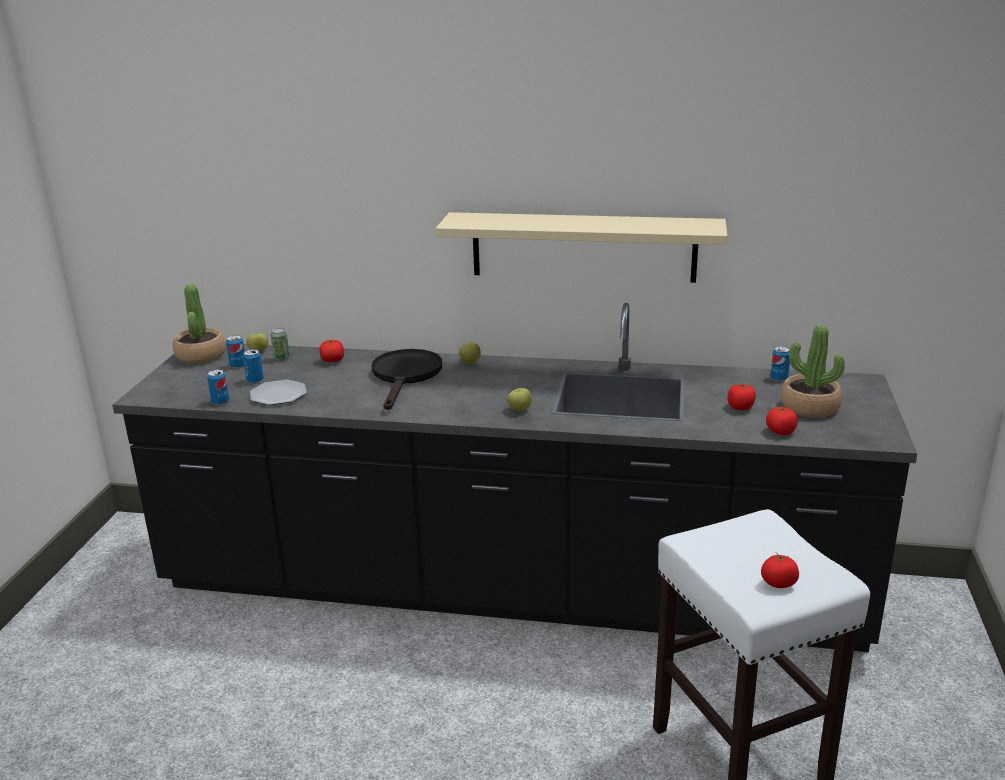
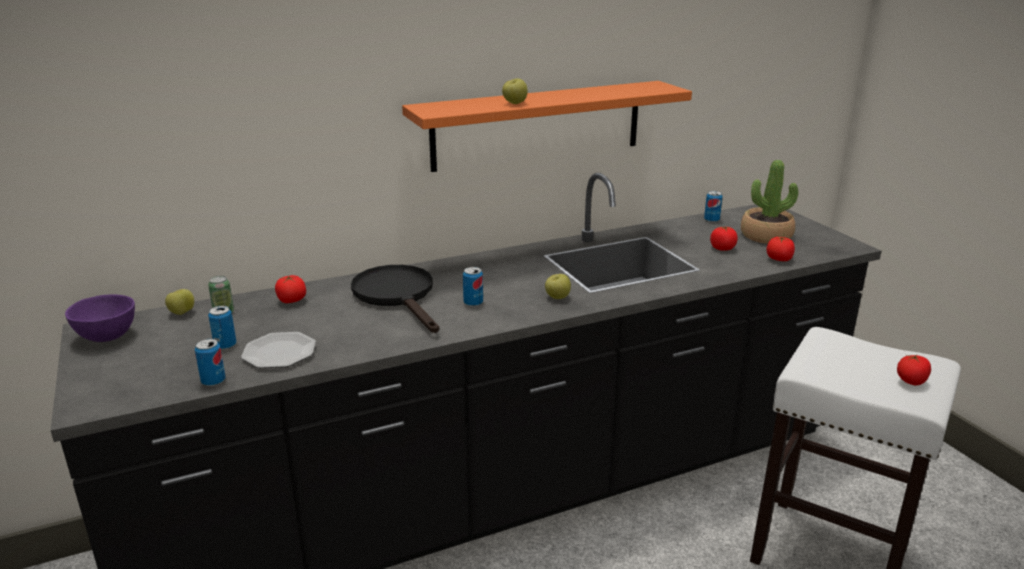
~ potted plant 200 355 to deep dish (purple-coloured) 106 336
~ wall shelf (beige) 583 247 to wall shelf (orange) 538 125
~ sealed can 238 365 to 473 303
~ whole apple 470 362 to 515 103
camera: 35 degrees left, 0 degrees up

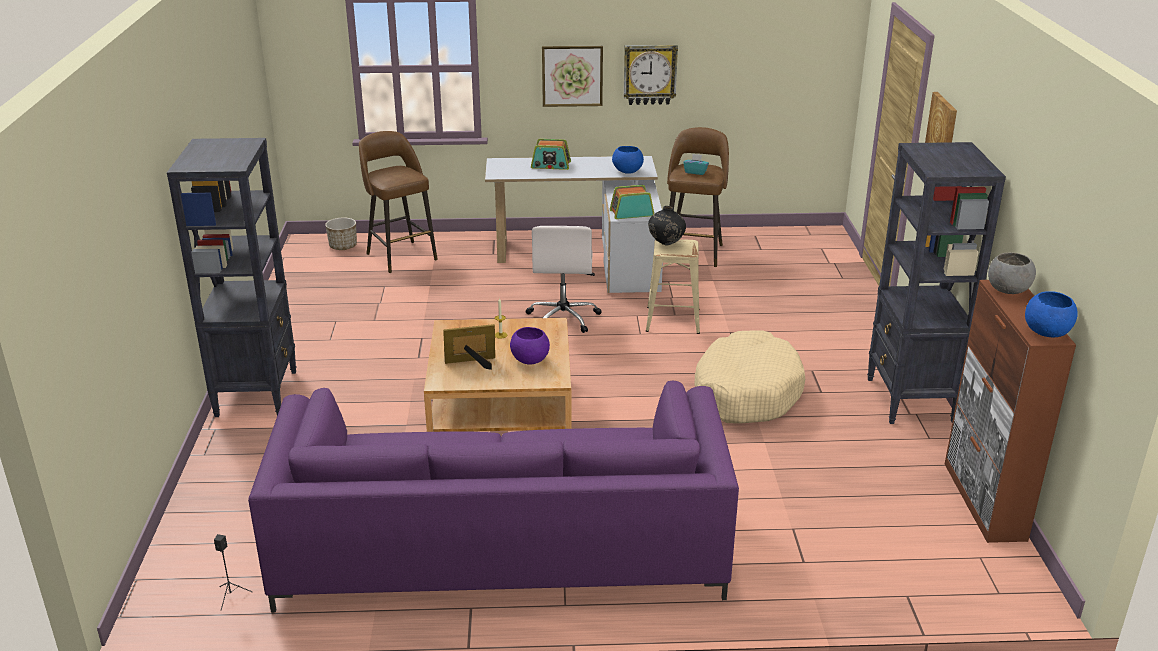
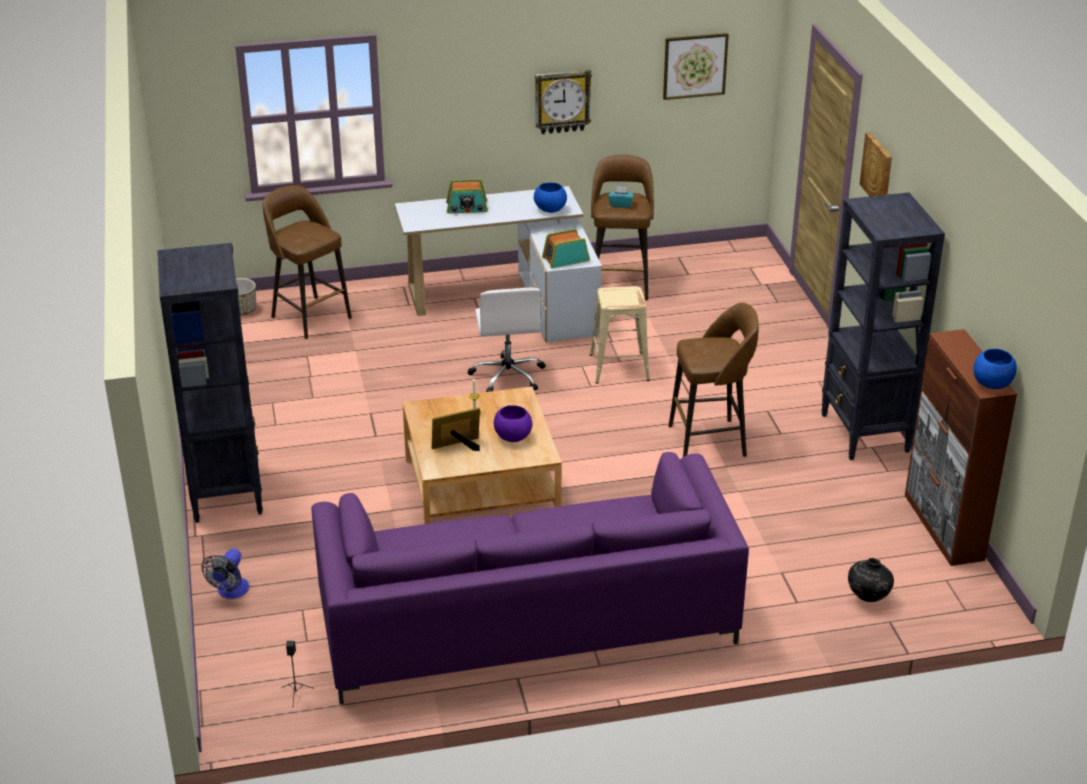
+ fan 230 592
~ picture 572 75 to 695 65
~ dog cushion (beige) 746 392 to sitting stool (brownish) 710 441
~ flower vase (black-coloured) 666 244 to 867 598
- deep dish (greyish) 1008 291
camera: 10 degrees left, 5 degrees up

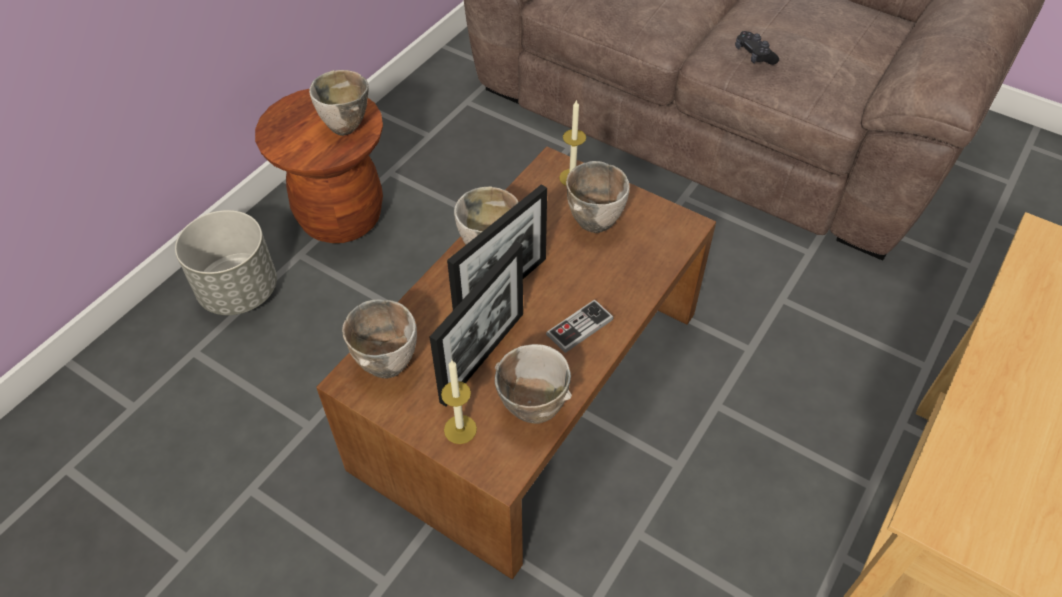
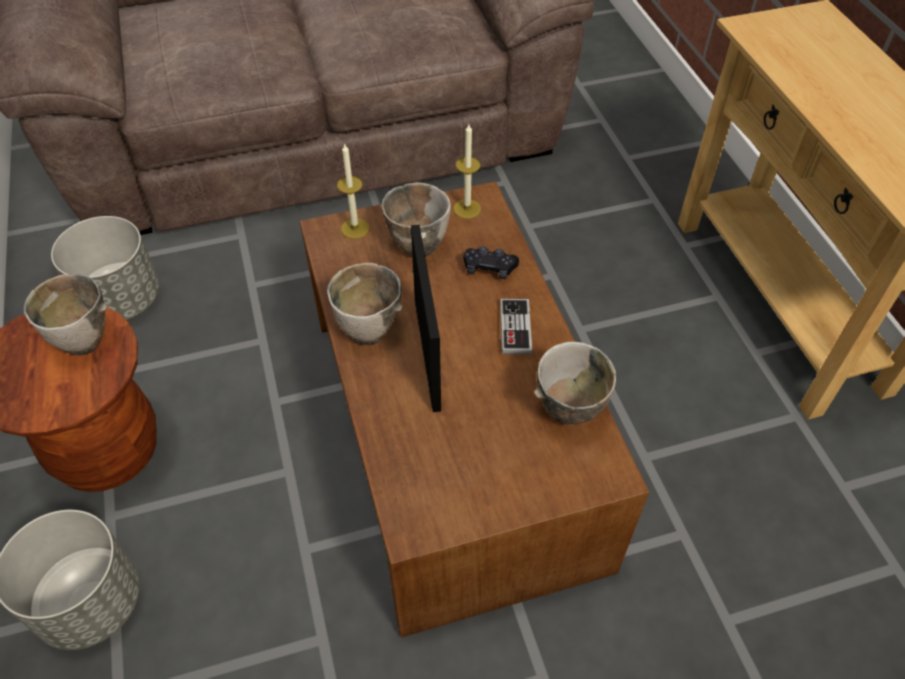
+ plant pot (greyish) 122 299
~ wax candle 460 429 to 467 209
~ gamepad (black-coloured) 754 55 to 489 268
- deep dish 389 362
- picture frame 482 357
camera: 50 degrees left, 0 degrees up

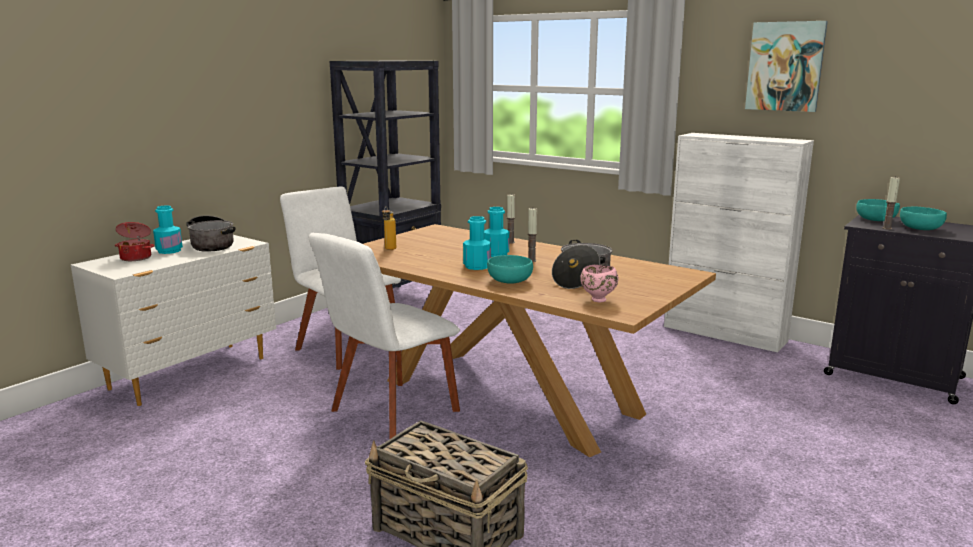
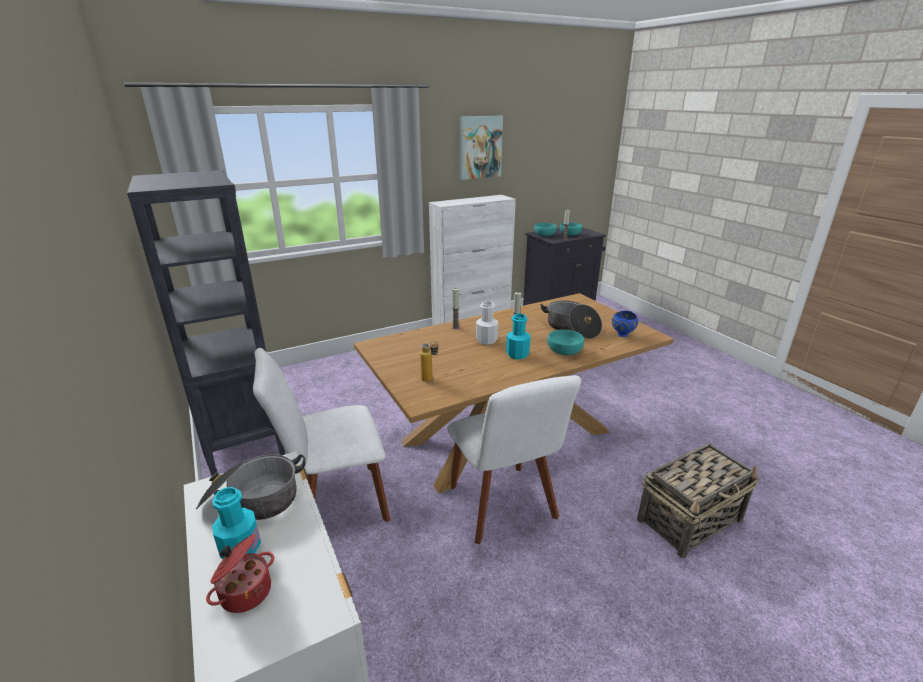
~ beverage bottle (turquoise) 496 254 to beverage bottle (white-coloured) 486 340
~ deep dish (pink) 597 300 to deep dish (blue-coloured) 622 335
camera: 65 degrees left, 10 degrees up

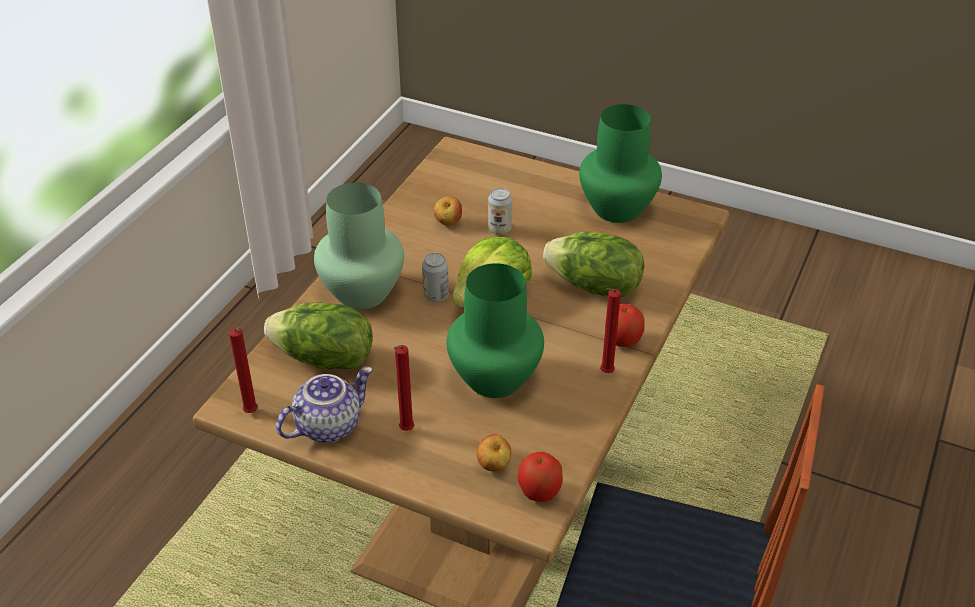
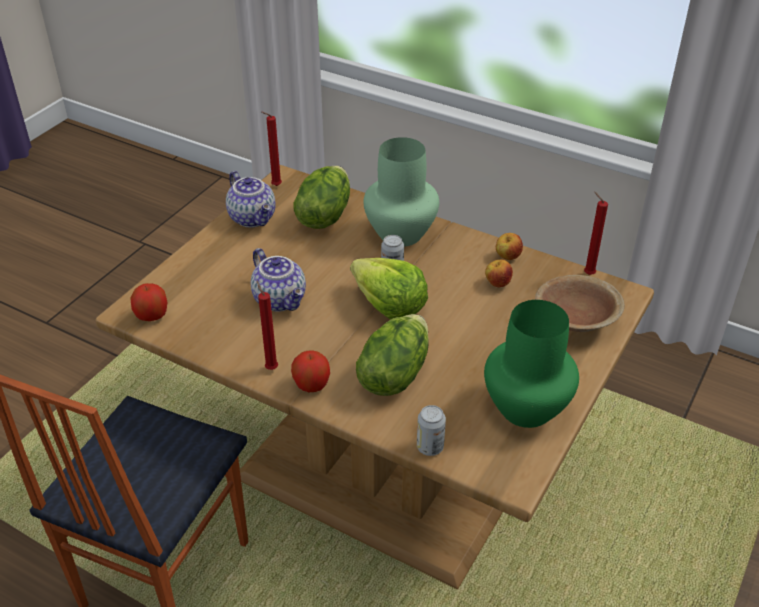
~ flower vase (green-coloured) 493 378 to tea pot 281 300
~ sealed can 499 229 to 430 447
~ whole apple 494 466 to 507 257
+ deep dish (brownish) 575 320
~ wax candle (red) 405 431 to 587 273
camera: 95 degrees right, 0 degrees up

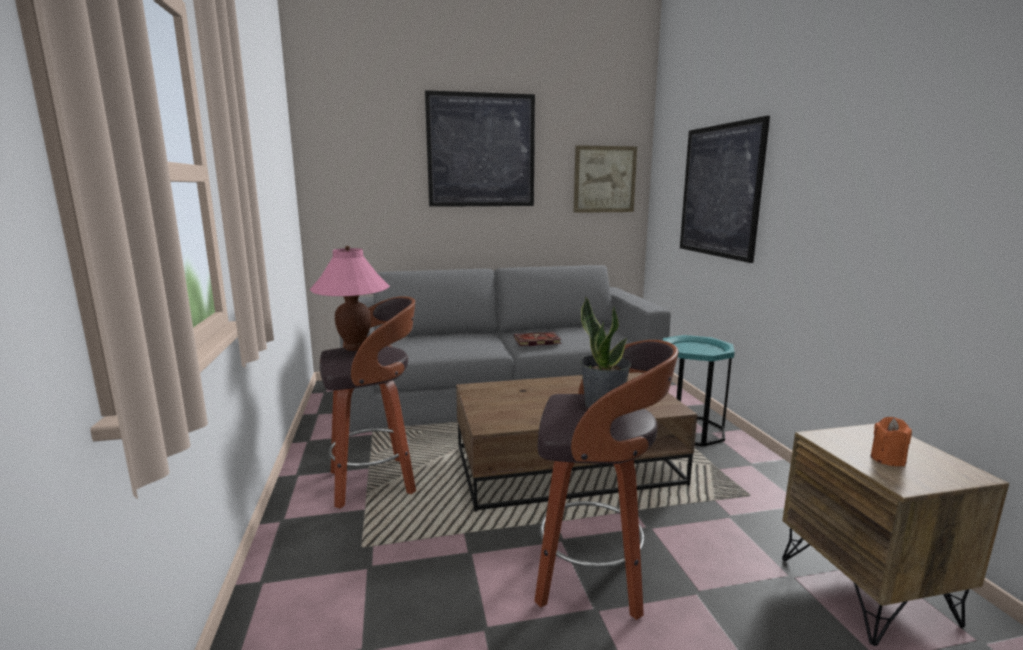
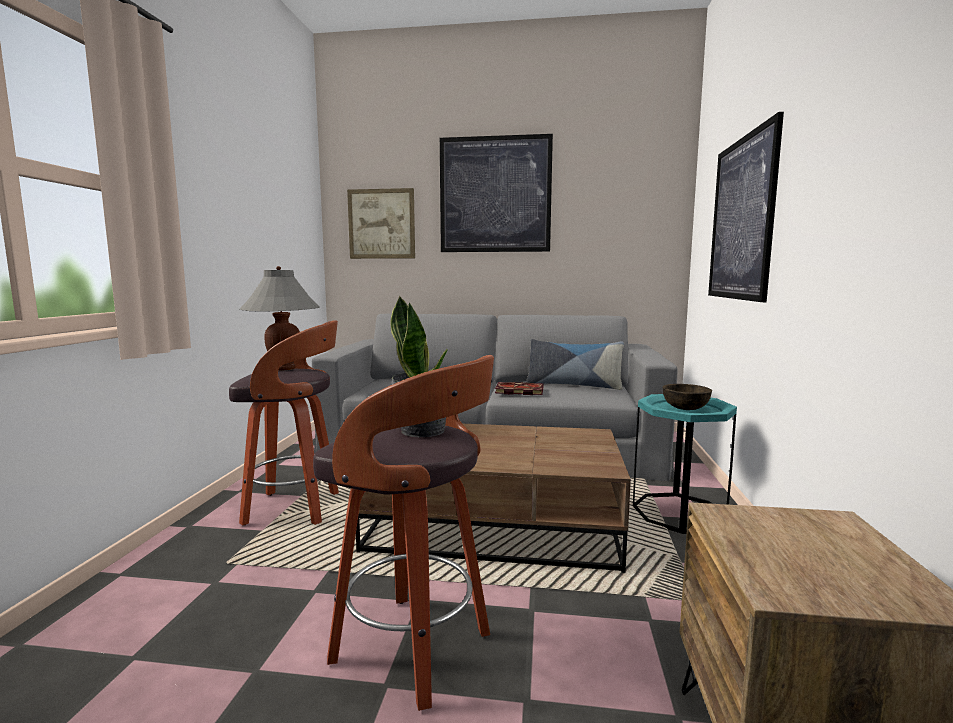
~ table lamp (pink) 355 348 to table lamp (greyish) 285 368
~ picture 604 179 to 381 224
+ pillow 573 385
+ deep dish (brownish) 685 409
- wax candle (orange) 887 459
camera: 20 degrees right, 5 degrees down

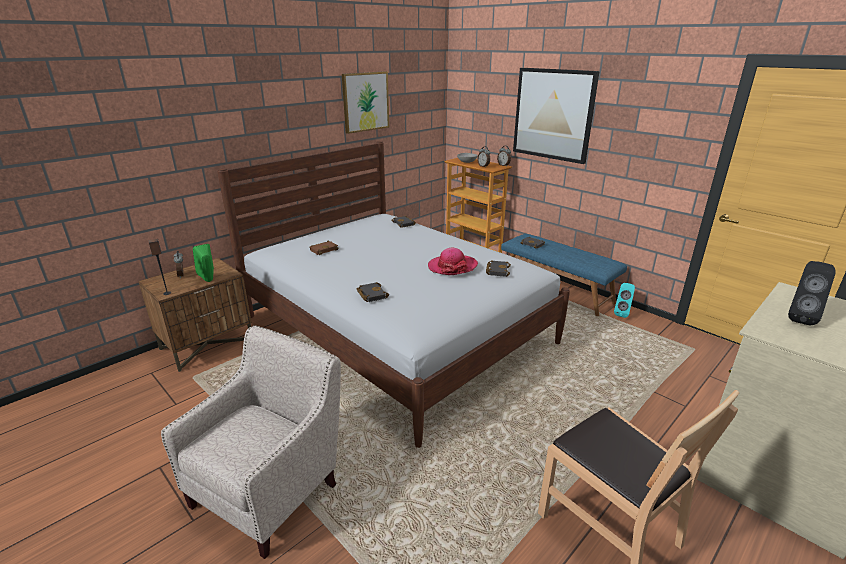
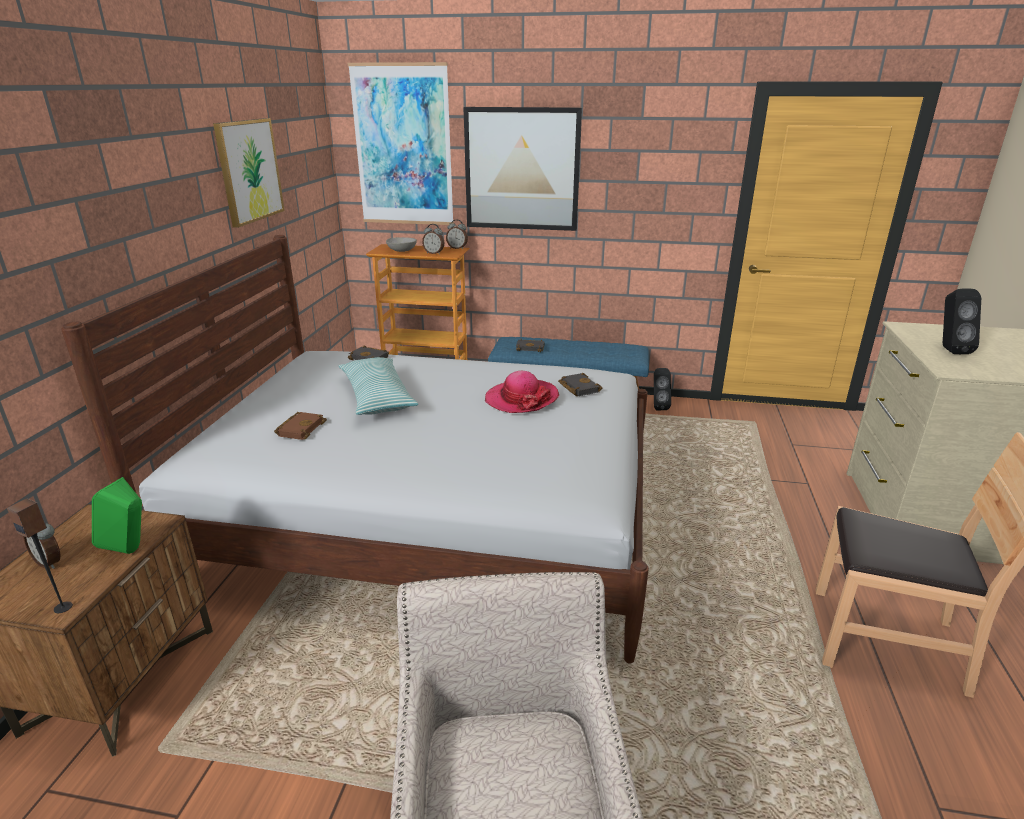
+ pillow 377 396
+ picture 403 146
~ audio speaker (turquoise) 622 313 to audio speaker (black-coloured) 658 406
- book (black-coloured) 371 294
camera: 35 degrees left, 0 degrees up

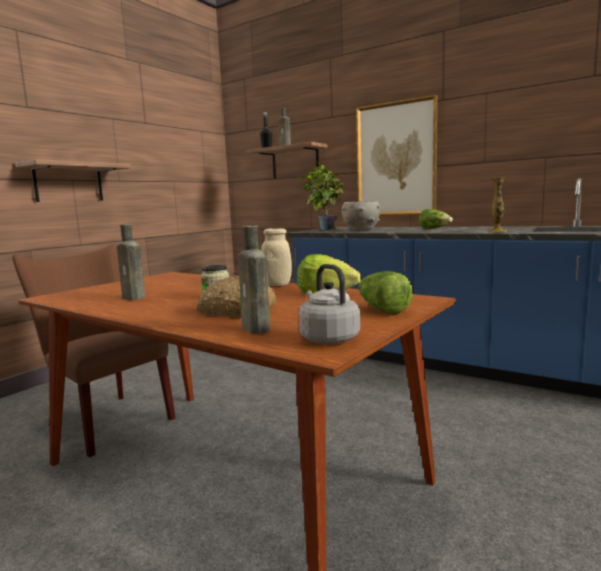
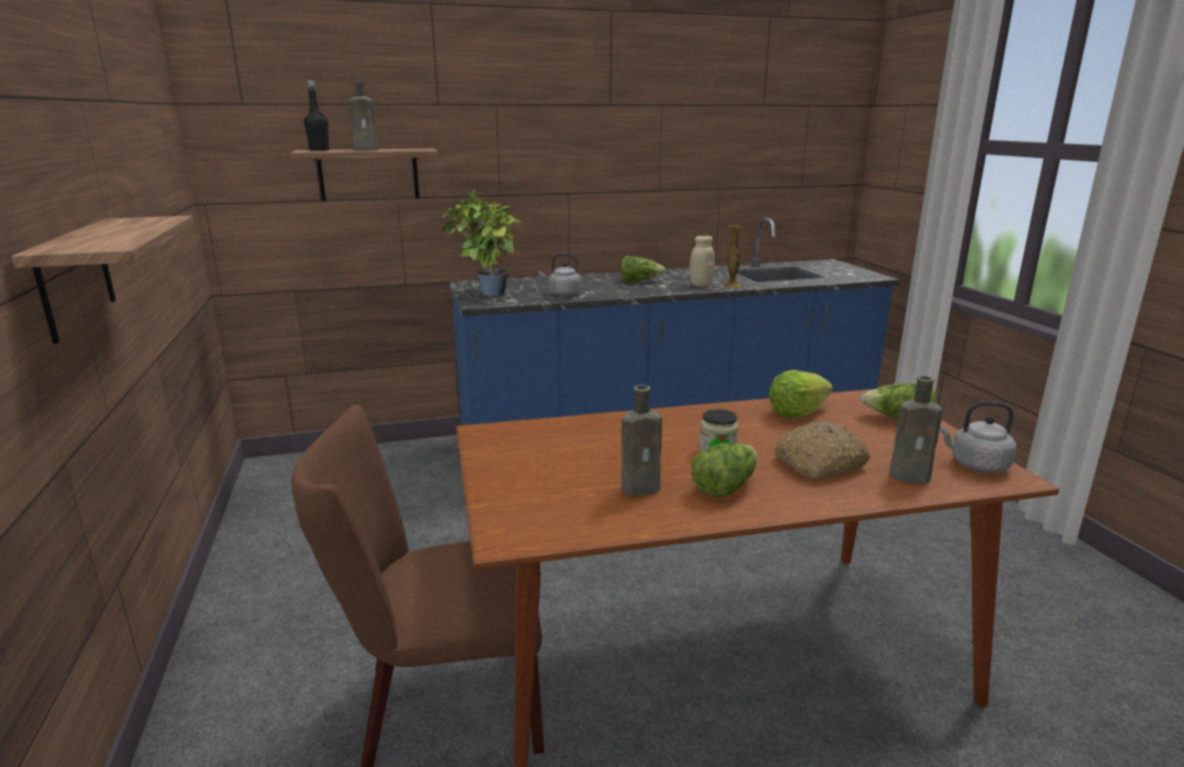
~ deep dish (greyish) 361 231 to tea kettle (greyish) 562 294
~ storage jar (beige) 277 284 to 701 285
+ head of lettuce 724 486
- picture 396 159
camera: 50 degrees left, 10 degrees up

